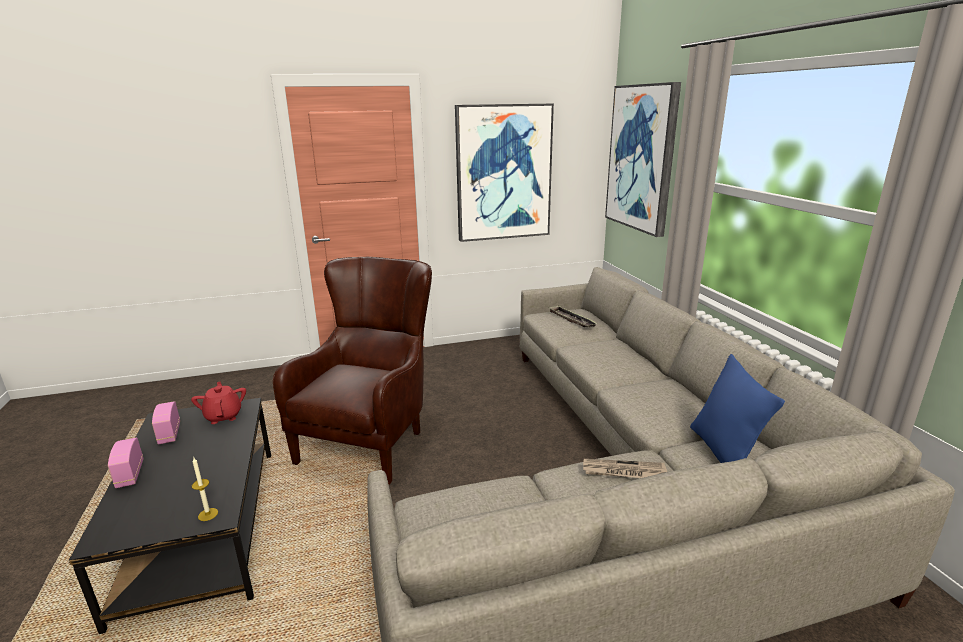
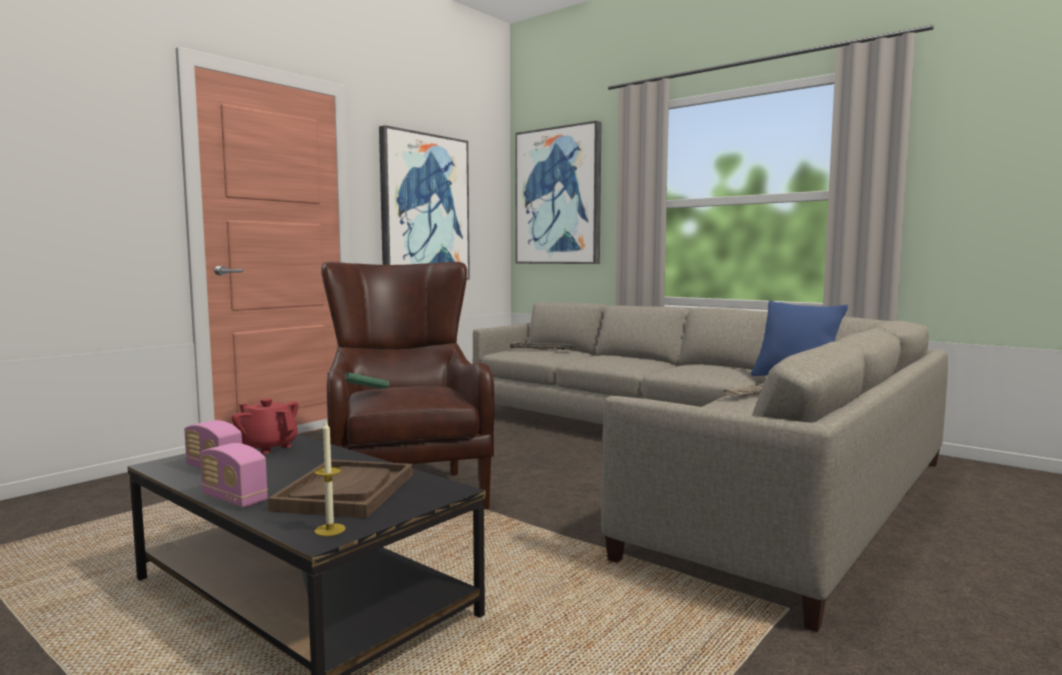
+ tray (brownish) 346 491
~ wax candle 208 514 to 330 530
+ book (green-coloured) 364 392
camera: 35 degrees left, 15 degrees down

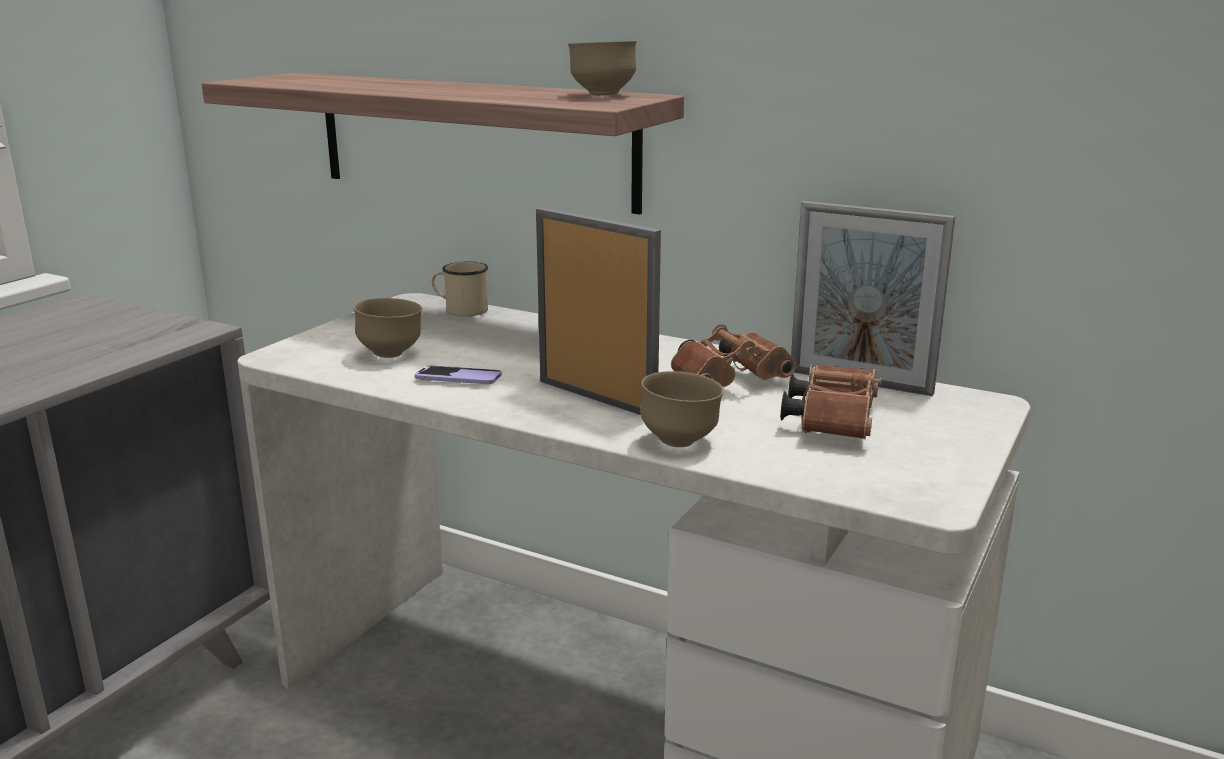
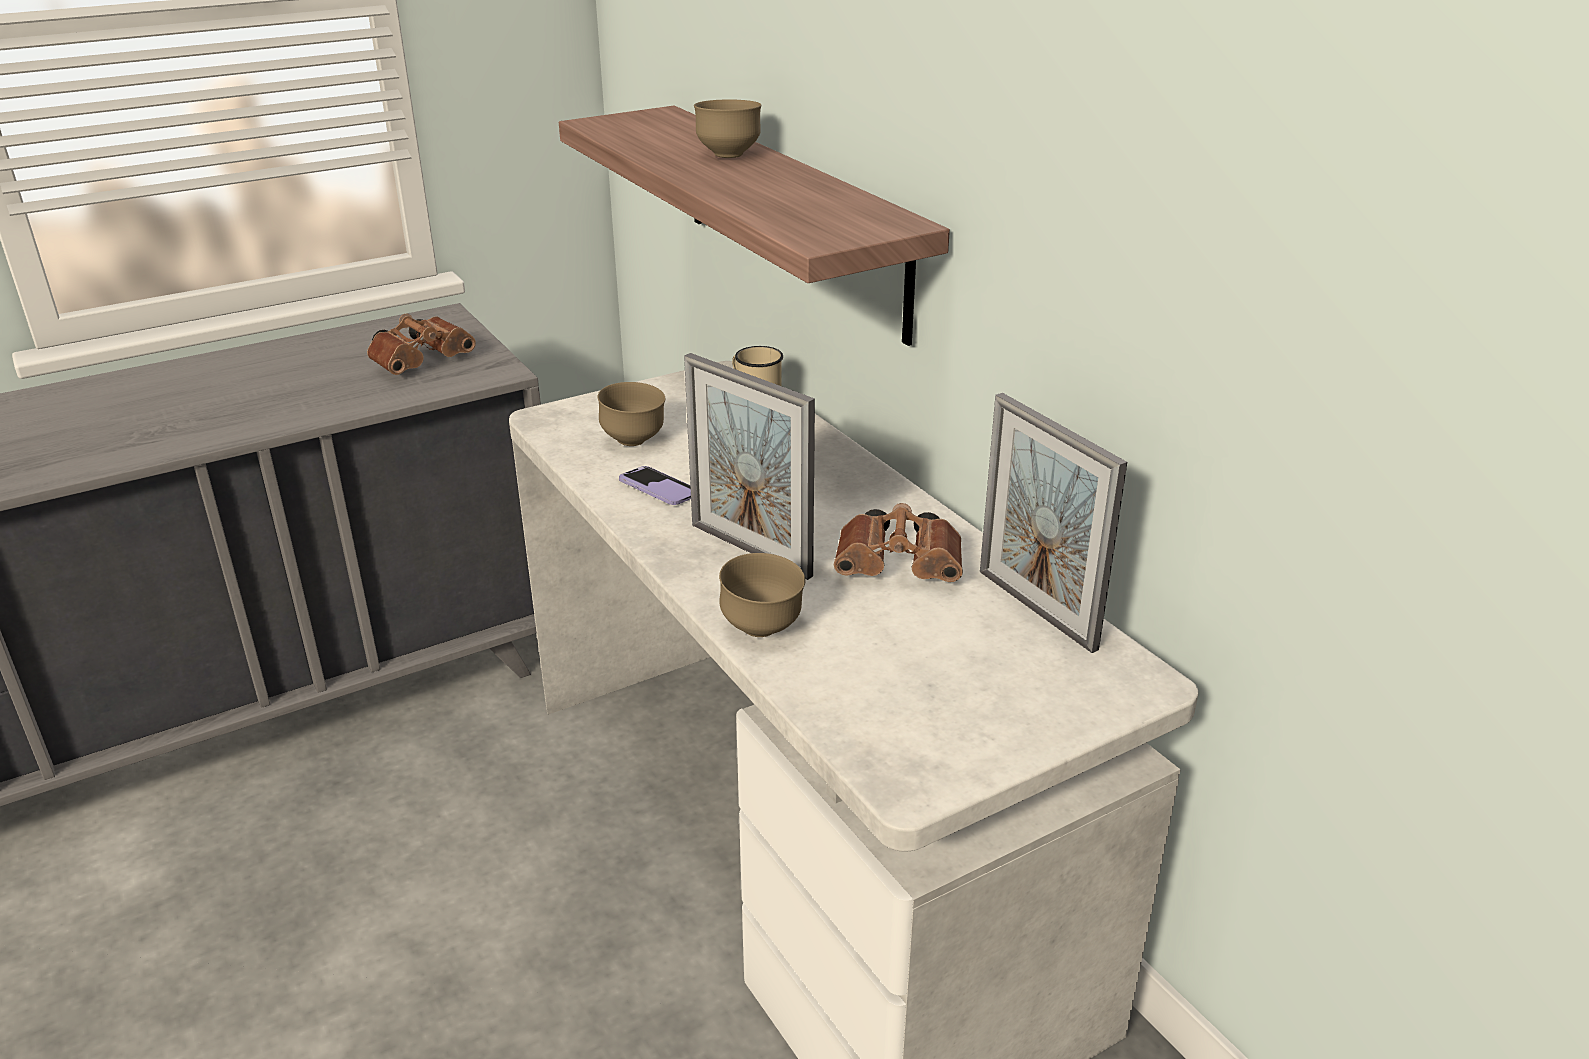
~ pair of binoculars (brownish) 832 422 to 424 361
~ picture frame 596 398 = 750 550 150 degrees clockwise
~ deep dish (brownish) 602 95 to 728 155
camera: 30 degrees right, 10 degrees up

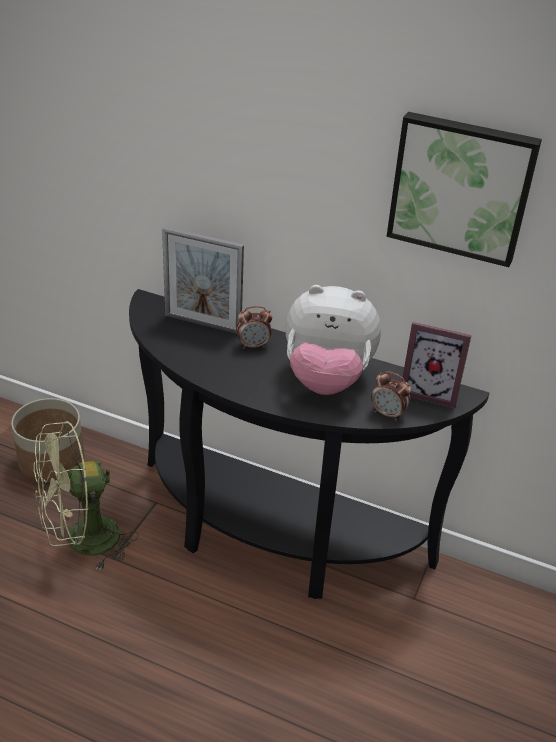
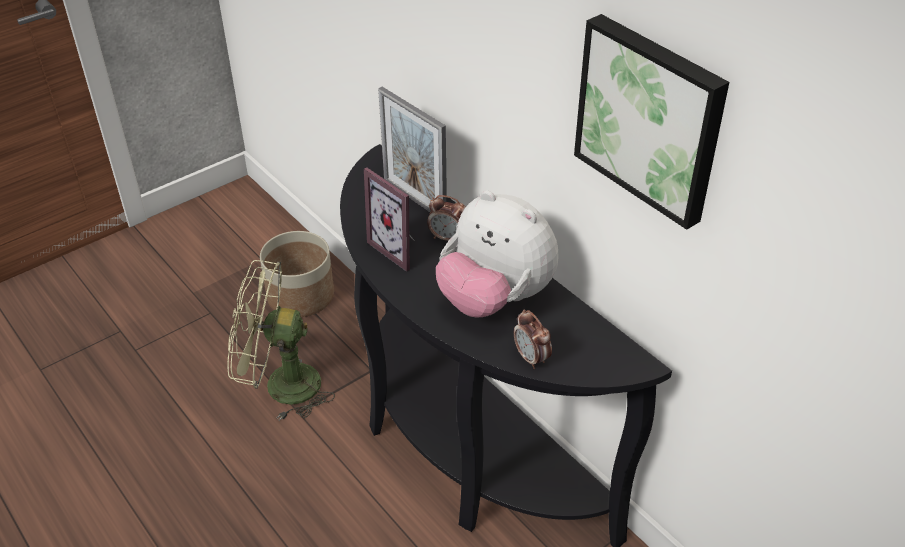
~ picture frame 430 392 to 399 249
camera: 30 degrees right, 5 degrees up

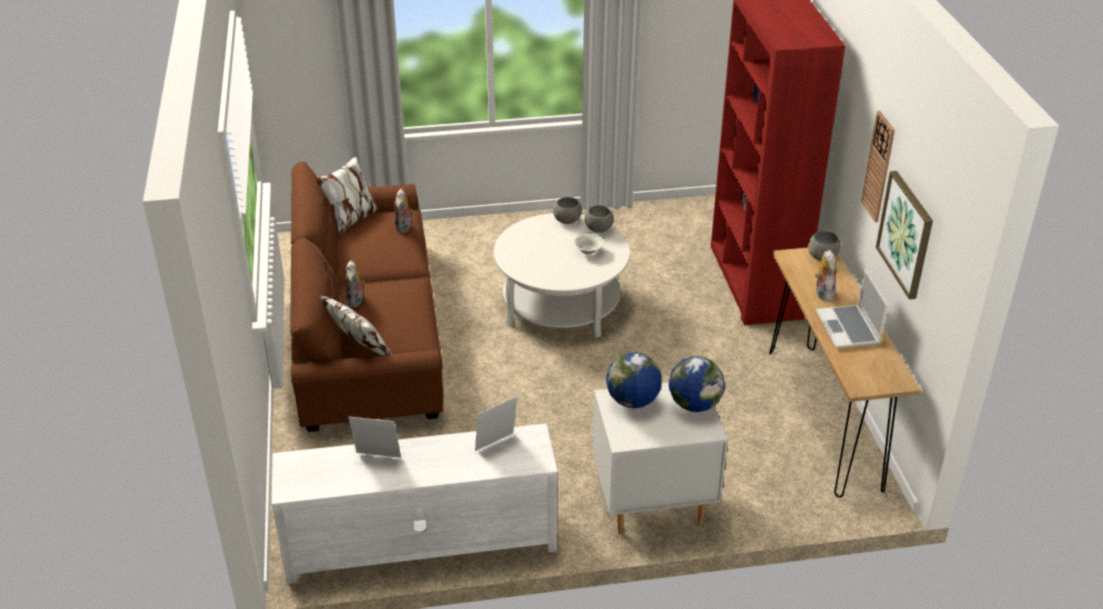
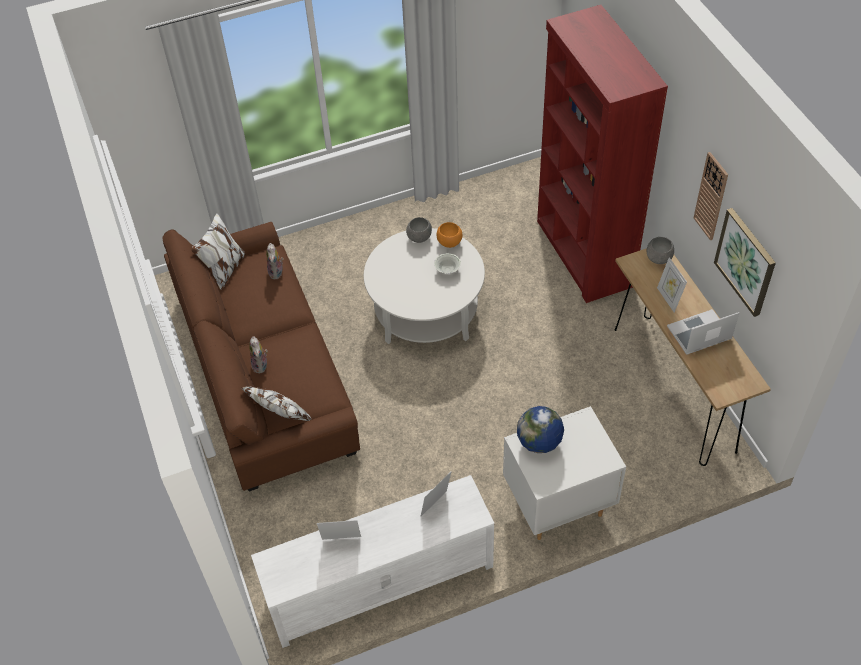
~ deep dish (greyish) 598 229 to deep dish (orange) 449 243
~ plush toy 822 293 to picture frame 668 299
~ notebook computer 849 329 = 699 334 90 degrees clockwise
- desk globe 694 404
camera: 10 degrees left, 15 degrees up

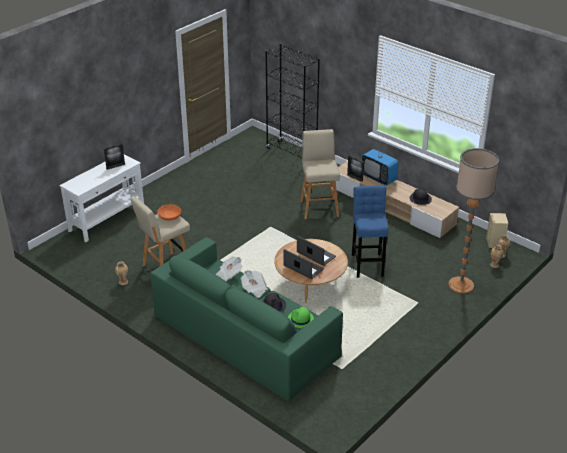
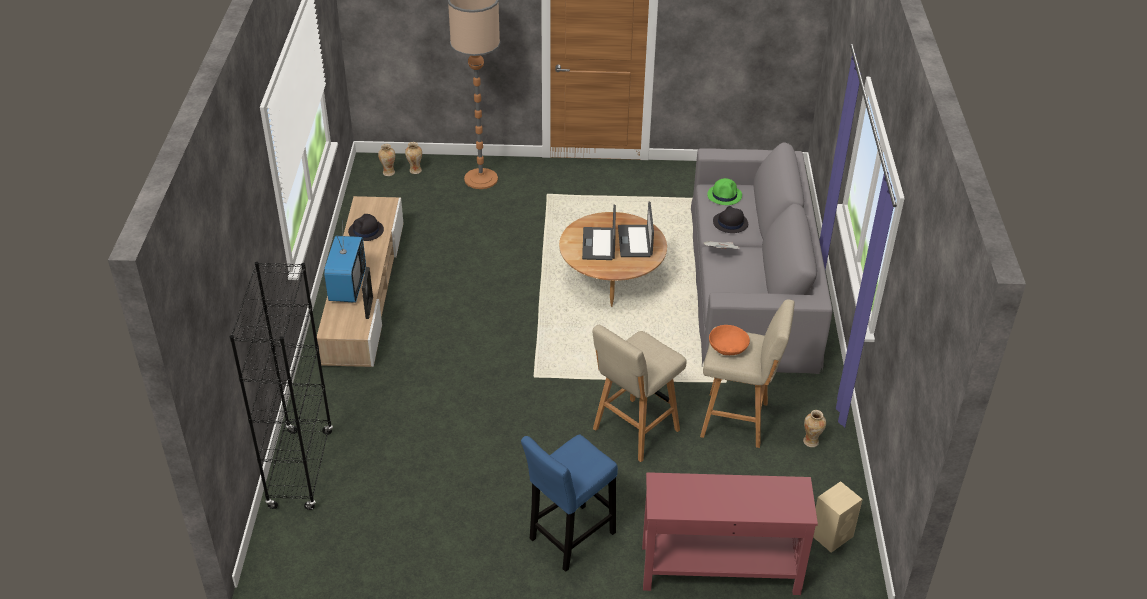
~ sitting stool (blue-coloured) 367 263 to 569 539
~ sitting stool (beige) 319 207 to 634 431
~ console table (white-coloured) 107 219 to console table (red) 719 569
~ couch (green-coloured) 245 334 to couch (greyish) 752 284
~ audio speaker (beige) 495 243 to 832 535
- picture frame 115 166
- newspaper 229 274
camera: 130 degrees left, 5 degrees up

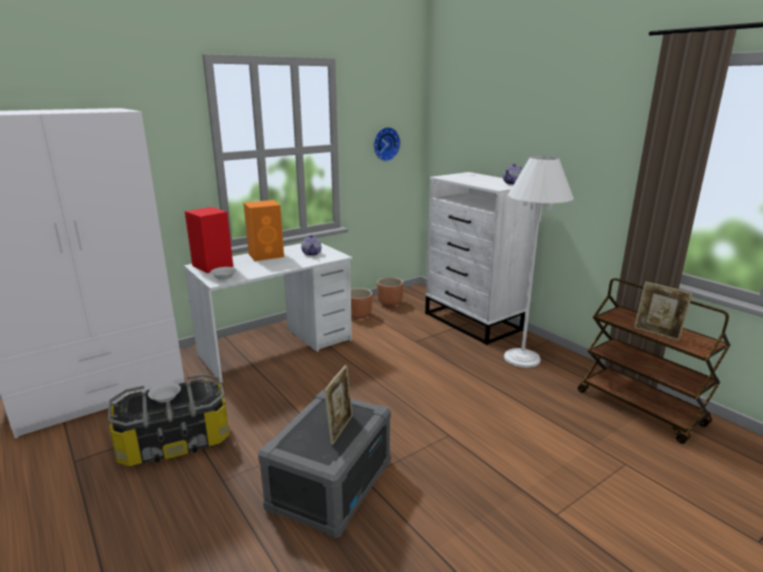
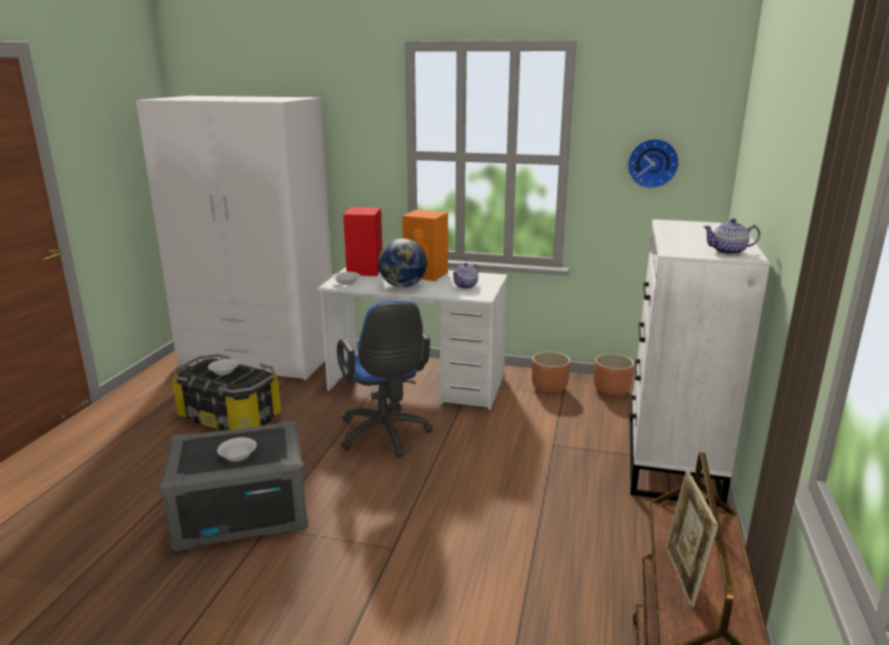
~ picture frame 340 429 to deep dish (white-coloured) 238 456
+ computer chair (blue-coloured) 385 436
+ desk globe 403 286
- standing lamp (white-coloured) 522 358
camera: 50 degrees right, 0 degrees up

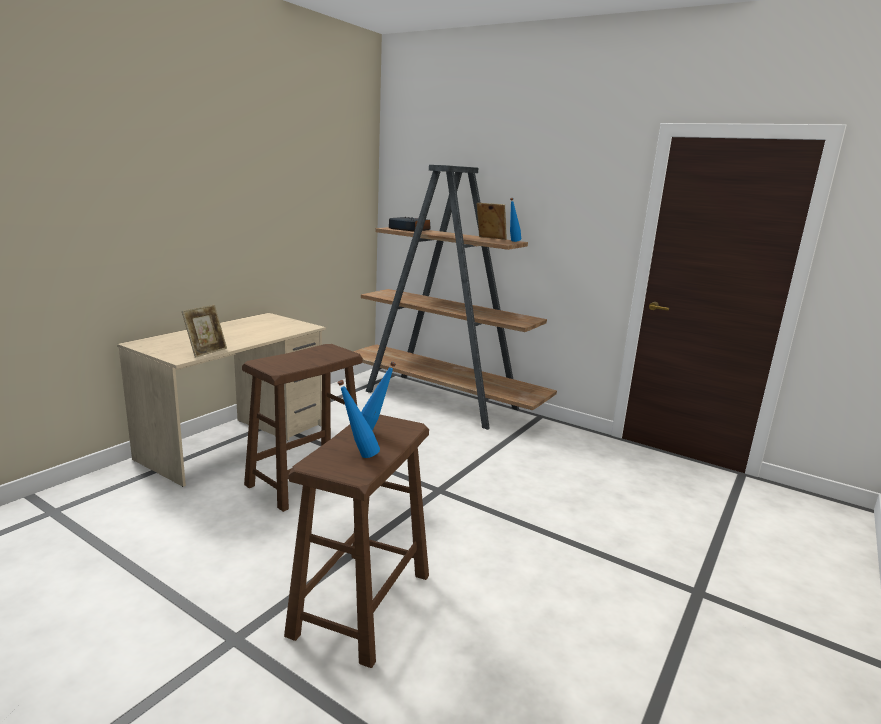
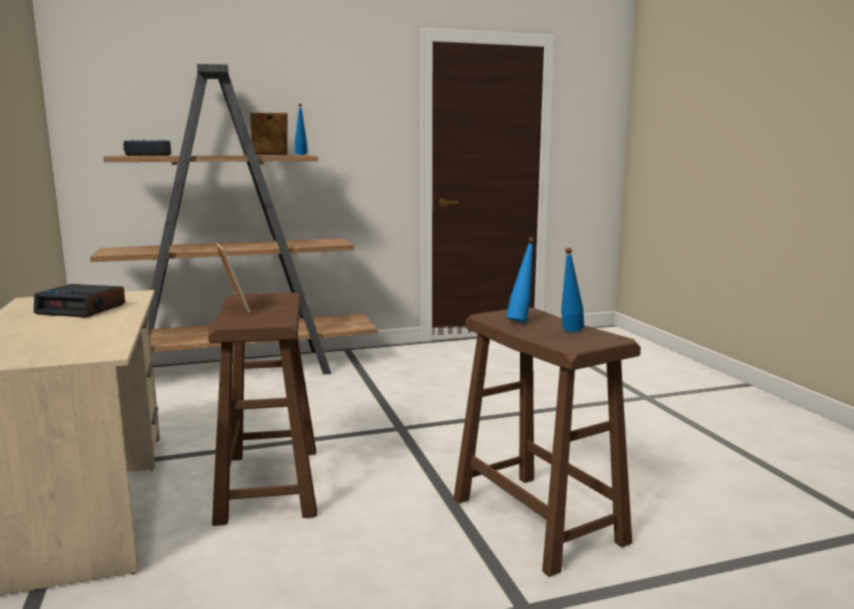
+ bedside clock 82 309
~ picture frame 206 351 to 234 308
camera: 50 degrees left, 5 degrees down

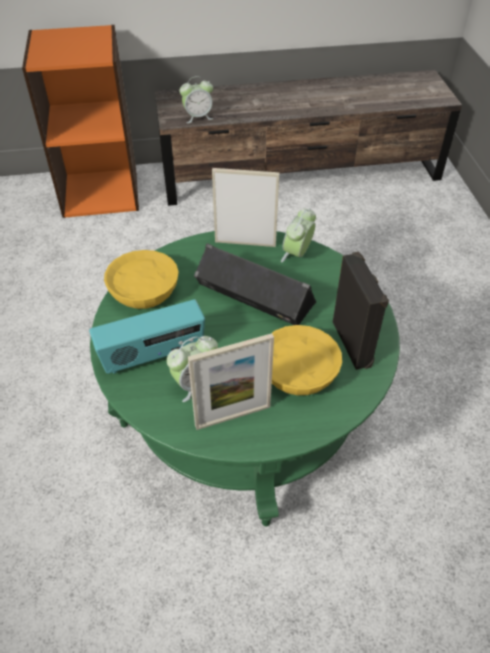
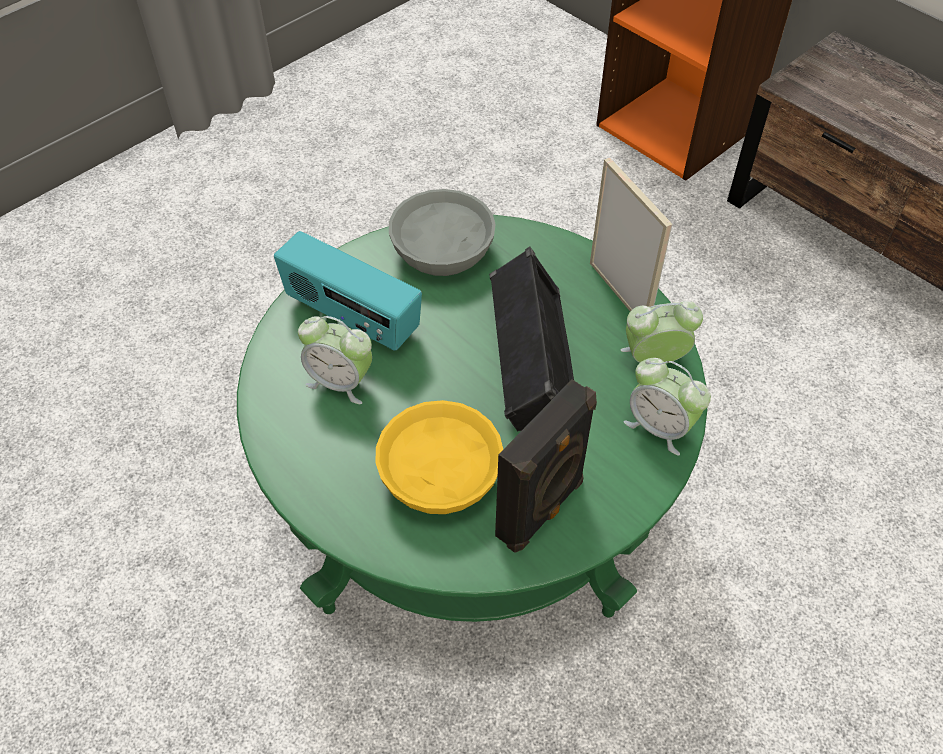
~ deep dish (yellow) 143 291 to deep dish (greyish) 441 250
~ bedside clock 198 117 to 660 427
- picture frame 233 416
camera: 55 degrees right, 5 degrees up

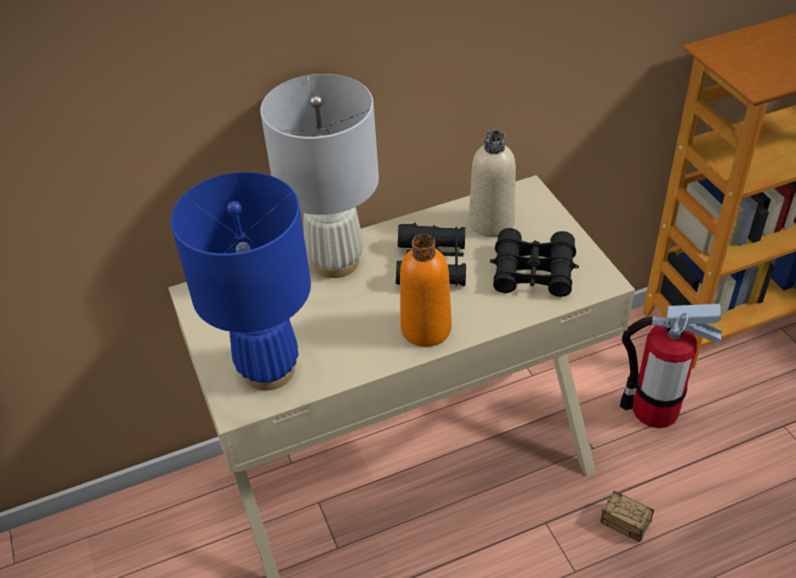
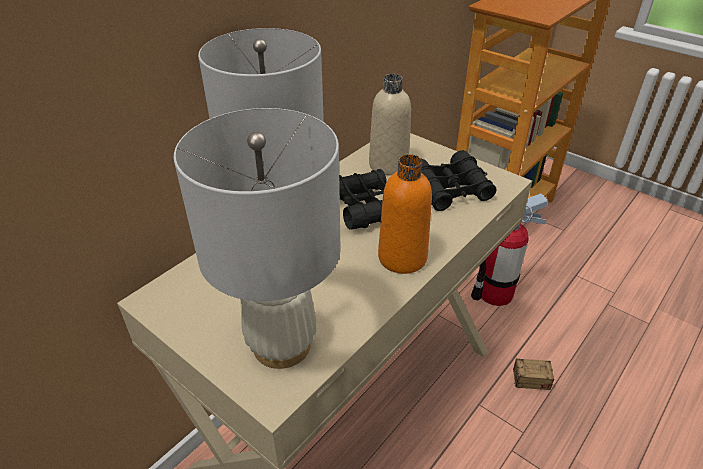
~ table lamp (blue-coloured) 268 370 to table lamp (white-coloured) 281 345
camera: 30 degrees left, 5 degrees down

